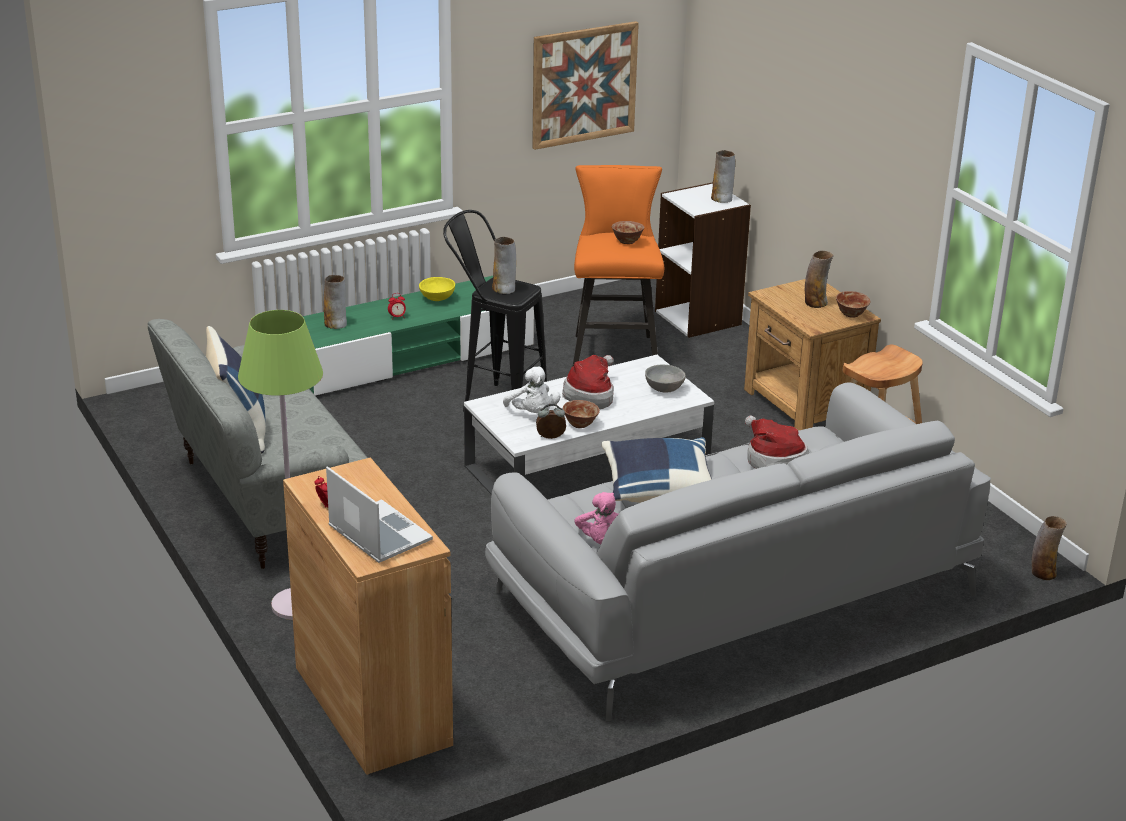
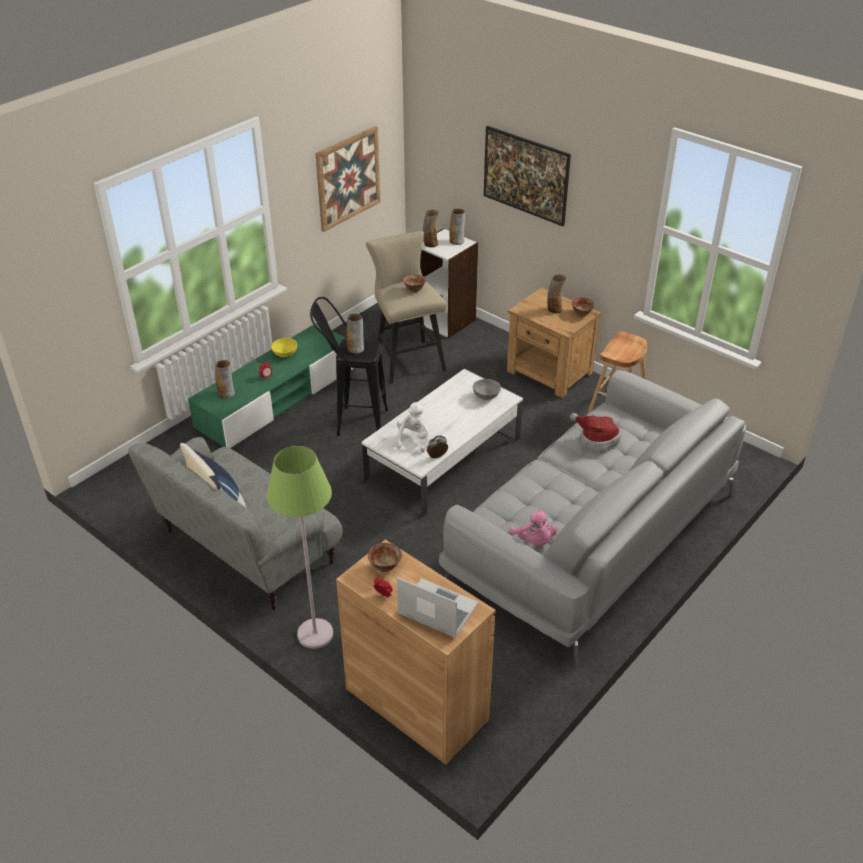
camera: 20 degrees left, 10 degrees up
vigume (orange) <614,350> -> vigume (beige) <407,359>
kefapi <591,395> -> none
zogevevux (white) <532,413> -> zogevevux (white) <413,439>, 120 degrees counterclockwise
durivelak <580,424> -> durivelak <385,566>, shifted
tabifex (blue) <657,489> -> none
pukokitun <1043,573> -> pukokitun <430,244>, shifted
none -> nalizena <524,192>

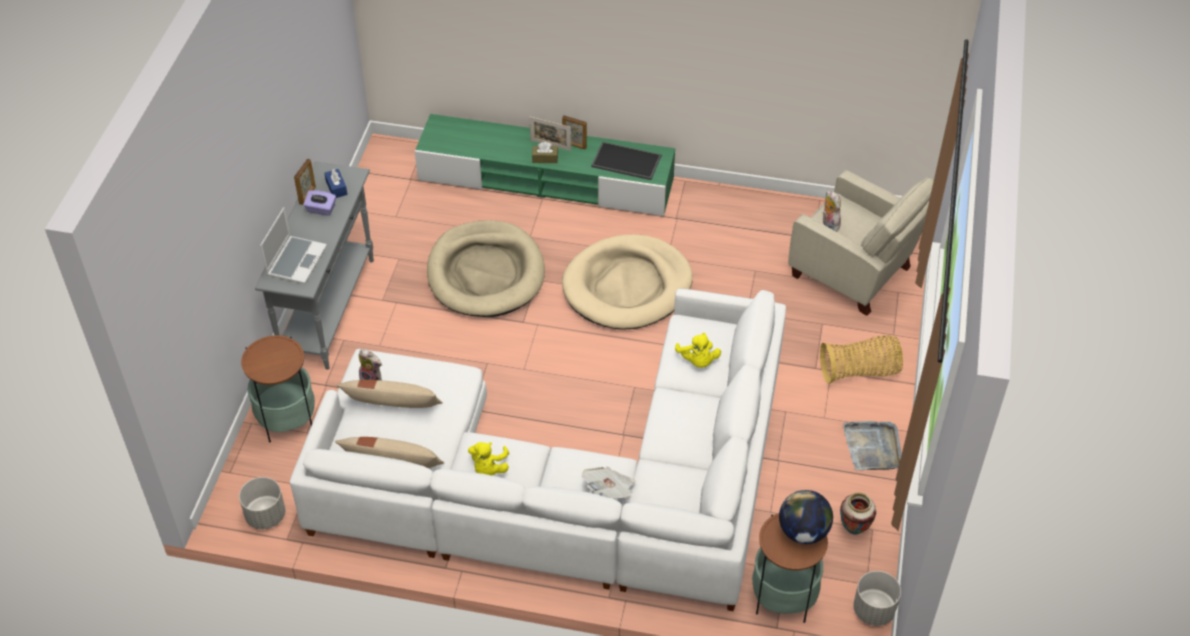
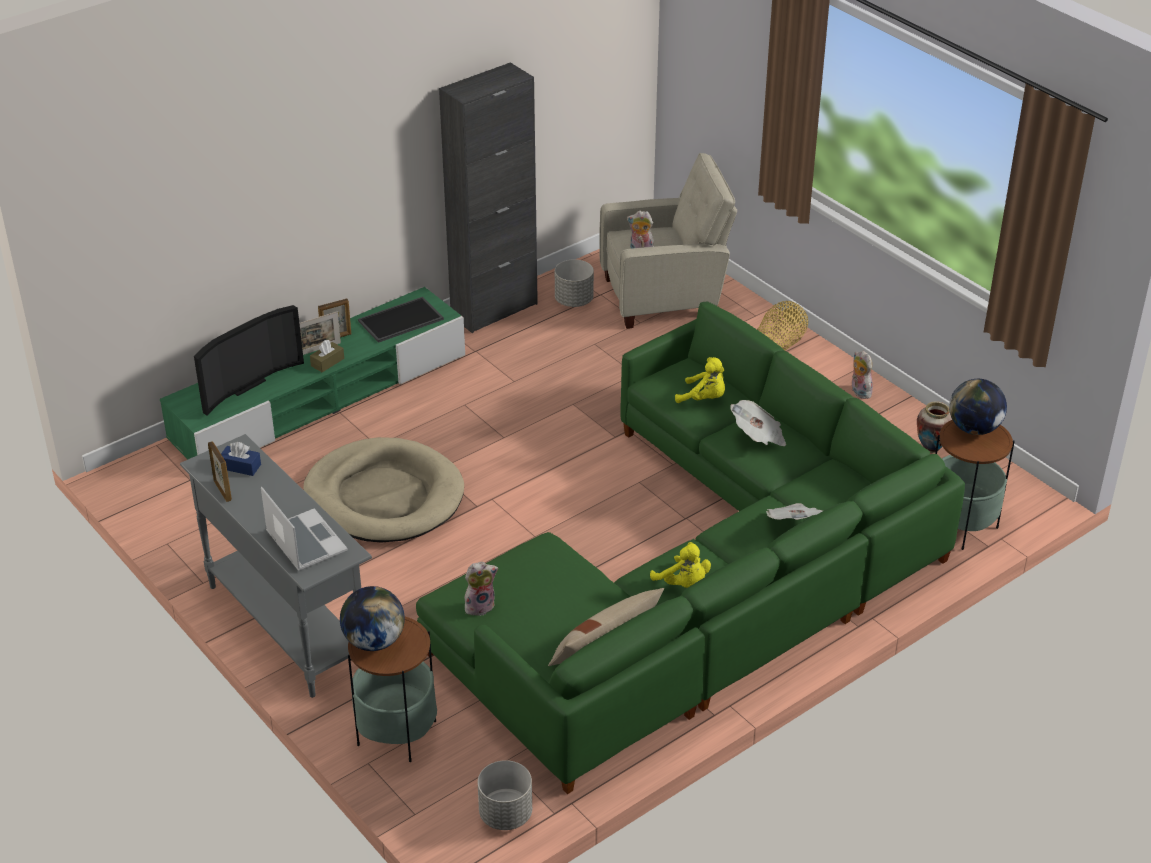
camera: 50 degrees left, 10 degrees down
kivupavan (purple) <321,209> -> none
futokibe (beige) <627,286> -> none
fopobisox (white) <565,483> -> fopobisox (green) <701,583>
tabifex (beige) <392,406> -> none
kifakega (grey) <873,447> -> zogevevux <859,392>
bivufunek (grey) <874,611> -> bivufunek (grey) <574,301>, shifted
none -> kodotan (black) <494,310>
none -> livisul <244,384>
none -> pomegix <758,436>
none -> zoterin <374,641>

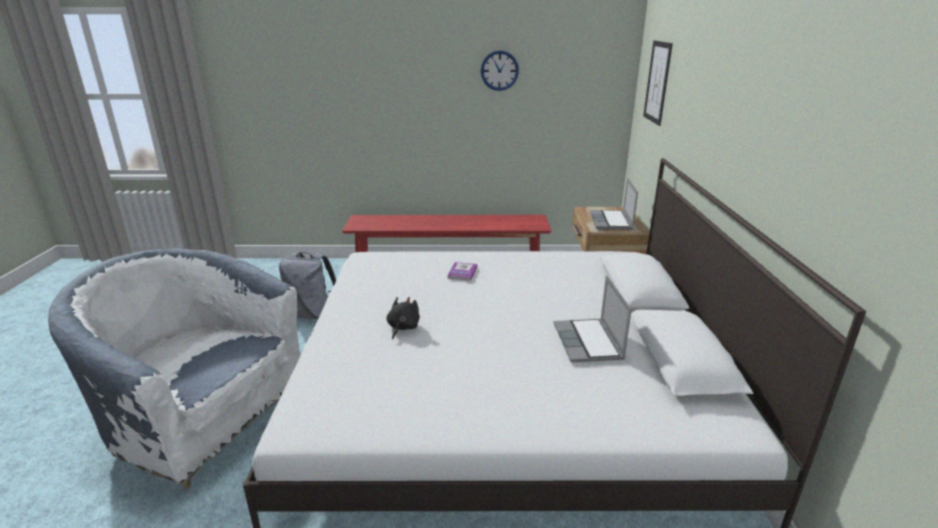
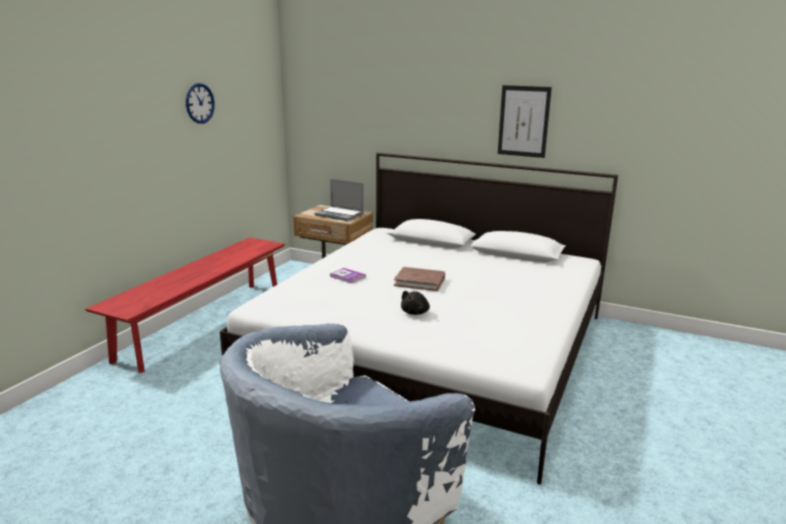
camera: 65 degrees left, 5 degrees down
nalizena <657,82> -> nalizena <523,121>, shifted
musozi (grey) <312,314> -> none
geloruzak <589,342> -> none
zogevevux (black) <402,328> -> zogevevux (black) <415,312>, 105 degrees counterclockwise
none -> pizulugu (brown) <420,281>

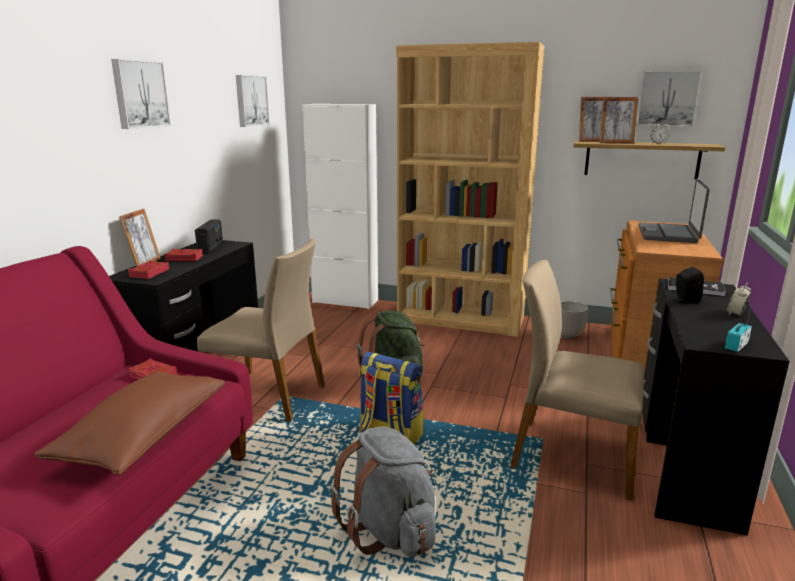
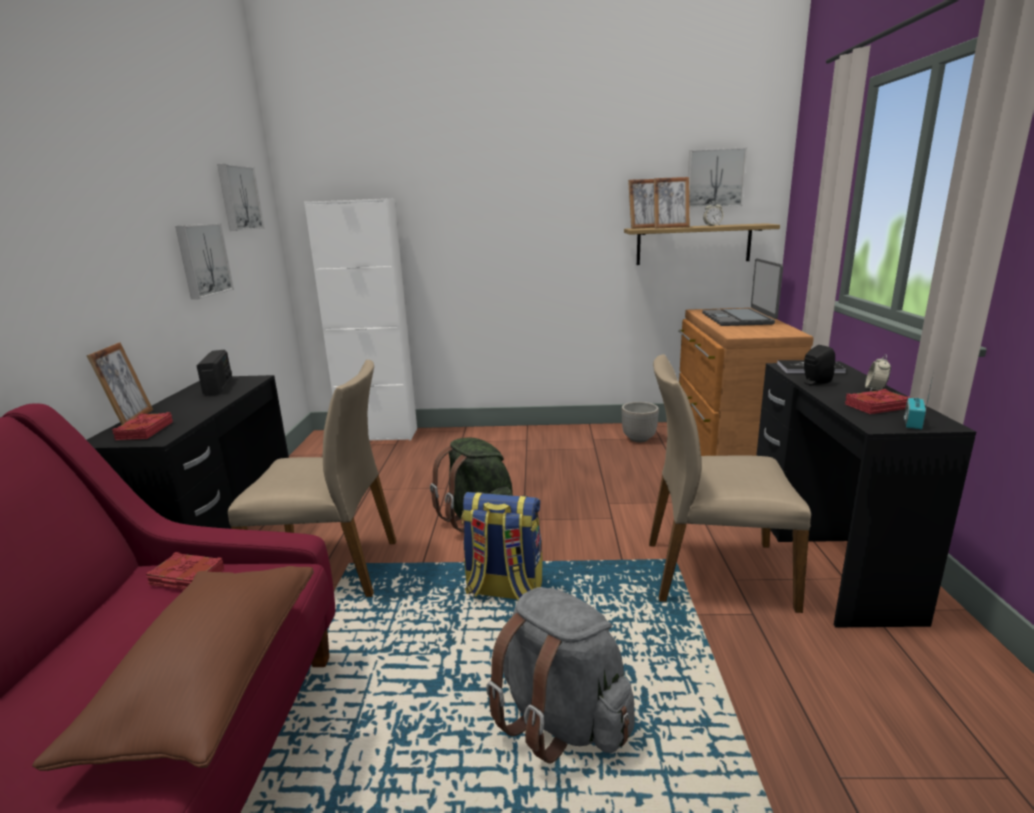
camera: 15 degrees left, 0 degrees up
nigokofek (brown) <461,319> -> none
nalizena <139,94> -> nalizena <202,260>, shifted
pizulugu (red) <184,258> -> pizulugu (red) <875,406>, shifted

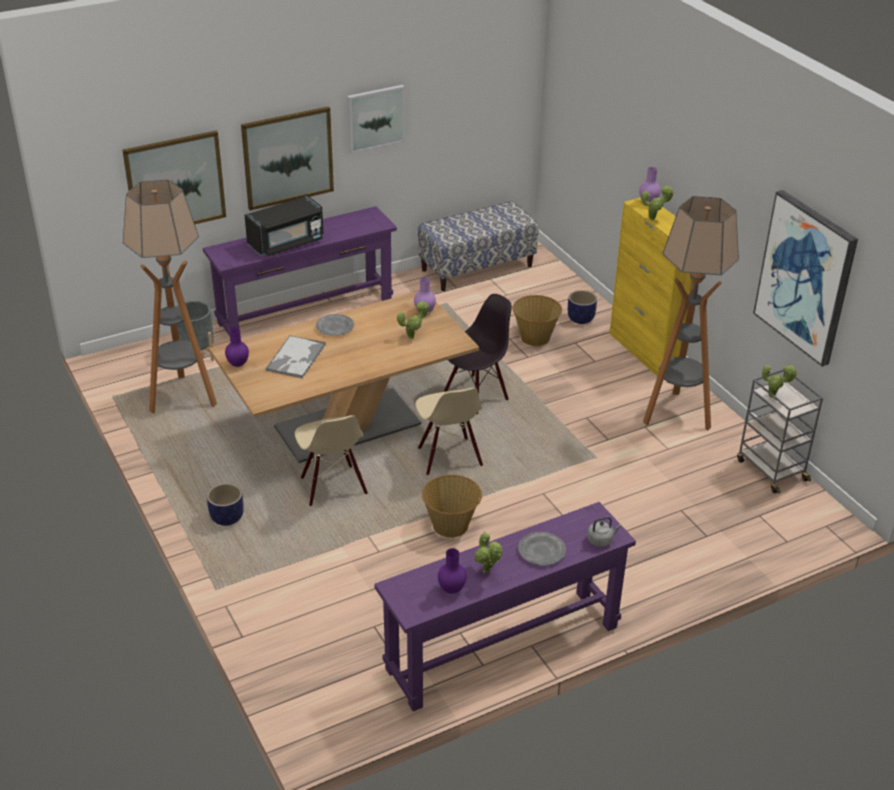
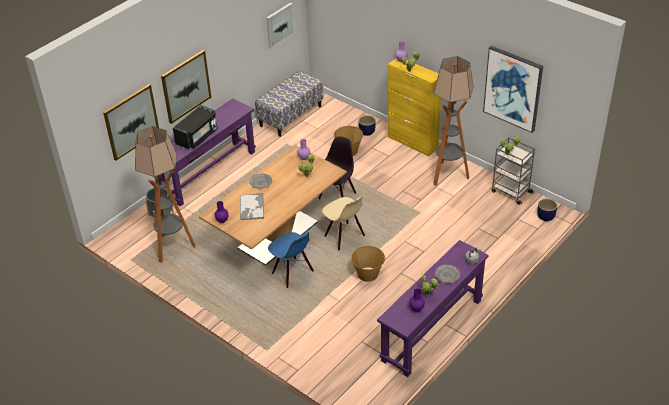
camera: 20 degrees left, 5 degrees up
nalizena <375,118> -> nalizena <279,25>, shifted
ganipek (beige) <332,486> -> ganipek (blue) <292,273>
bivufunek <227,517> -> bivufunek <545,216>, shifted

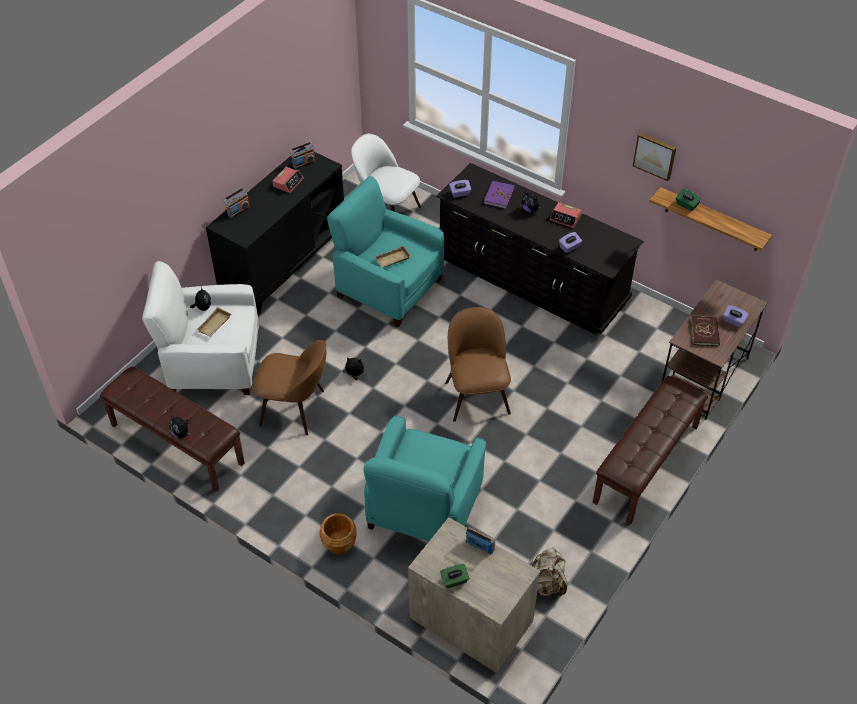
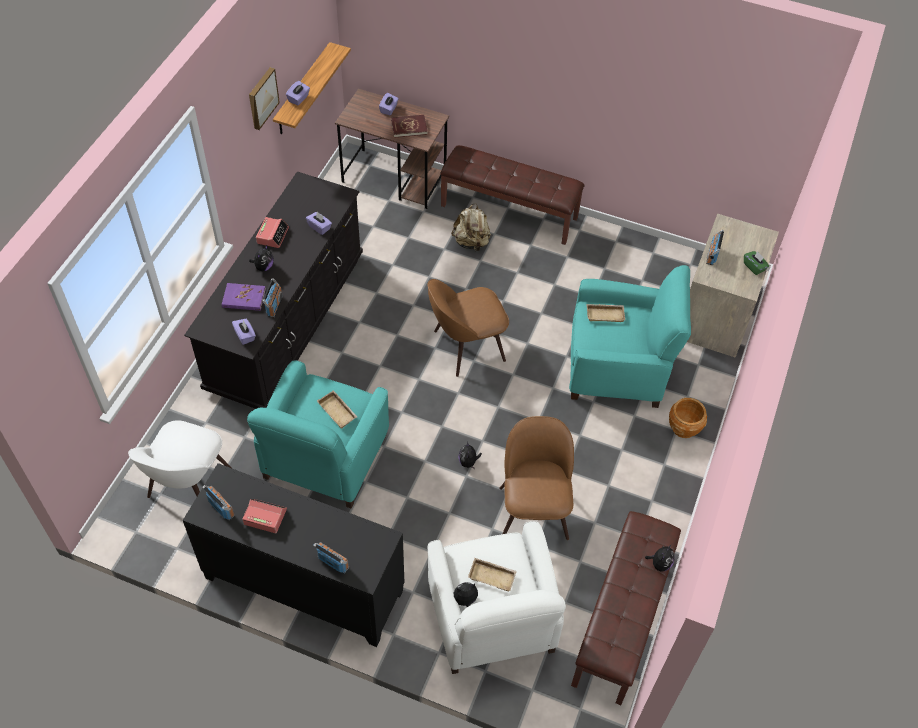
camera: 105 degrees left, 5 degrees up
kivupavan (green) <686,205> -> kivupavan (purple) <299,99>
musozi (beige) <546,584> -> musozi (beige) <471,242>, shifted
none -> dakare <274,306>
none -> kifakega (beige) <605,314>

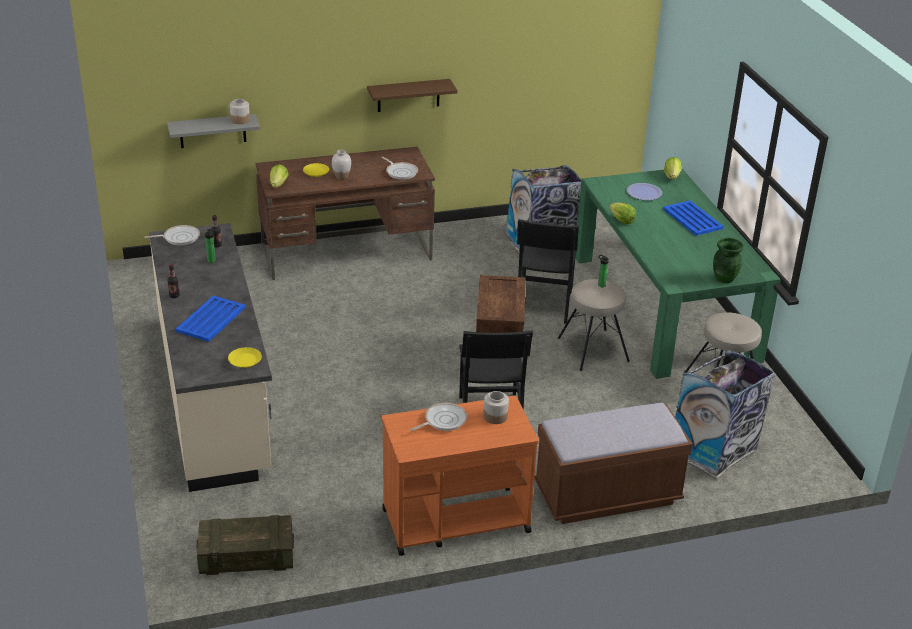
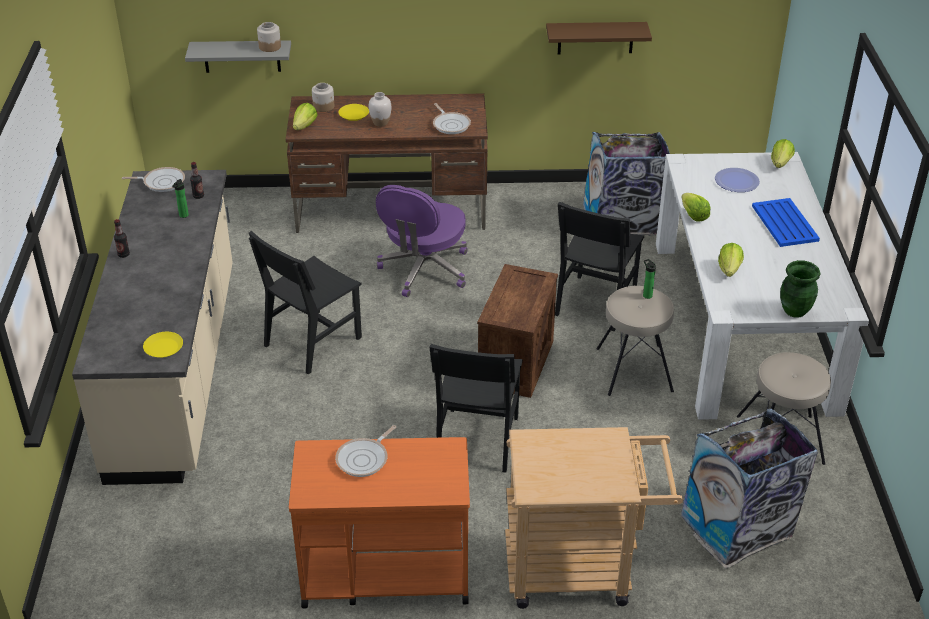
camera: 15 degrees right, 5 degrees up
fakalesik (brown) <408,95> -> fakalesik (brown) <595,37>, shifted
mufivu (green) <663,306> -> mufivu (white) <742,323>
kifakega (blue) <211,319> -> none
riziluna <495,416> -> riziluna <324,106>, shifted
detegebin <443,420> -> detegebin <364,459>, 150 degrees clockwise
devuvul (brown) <607,495> -> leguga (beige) <580,569>
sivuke <247,557> -> none
none -> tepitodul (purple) <424,270>
none -> ganipek (black) <312,341>
none -> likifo <729,270>

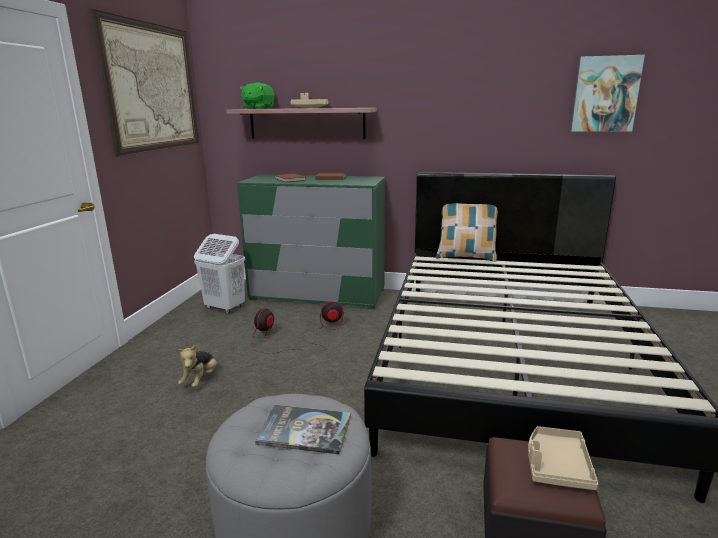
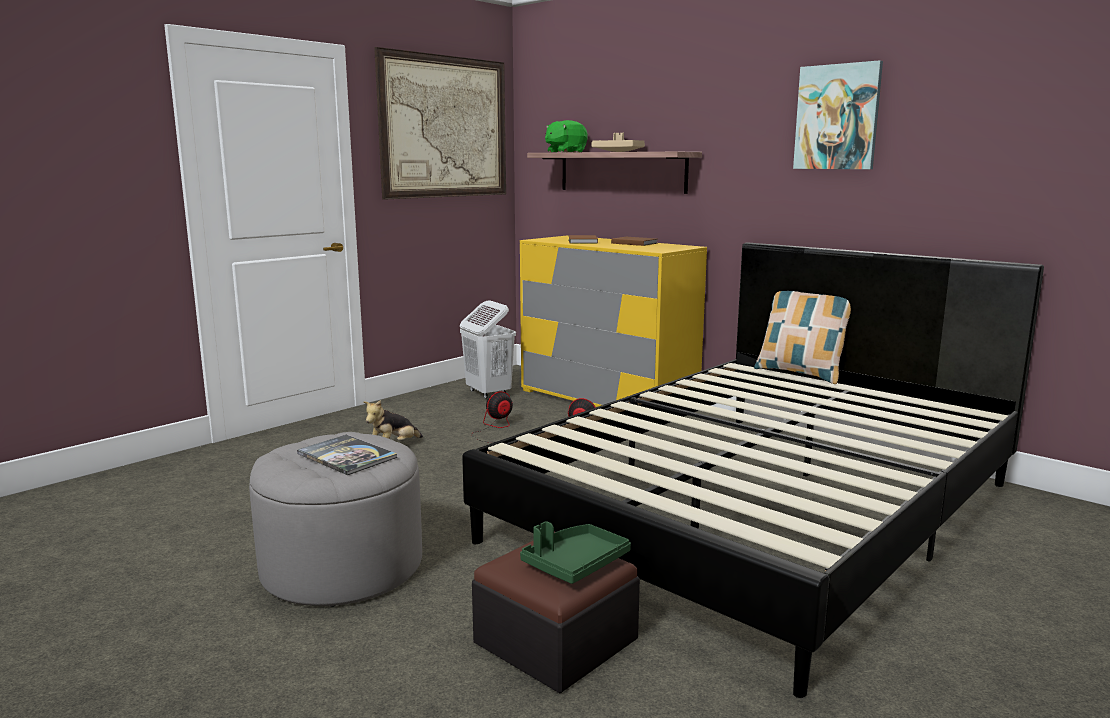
camera: 30 degrees right, 5 degrees down
nalizena <605,94> -> nalizena <837,117>, shifted
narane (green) <317,294> -> narane (yellow) <607,399>
kifakega (beige) <557,466> -> kifakega (green) <575,564>

